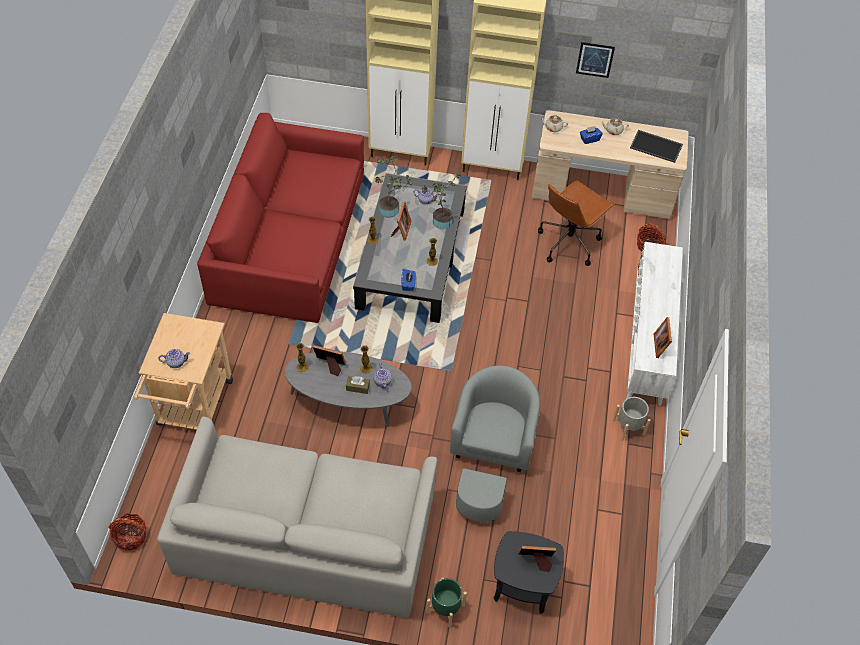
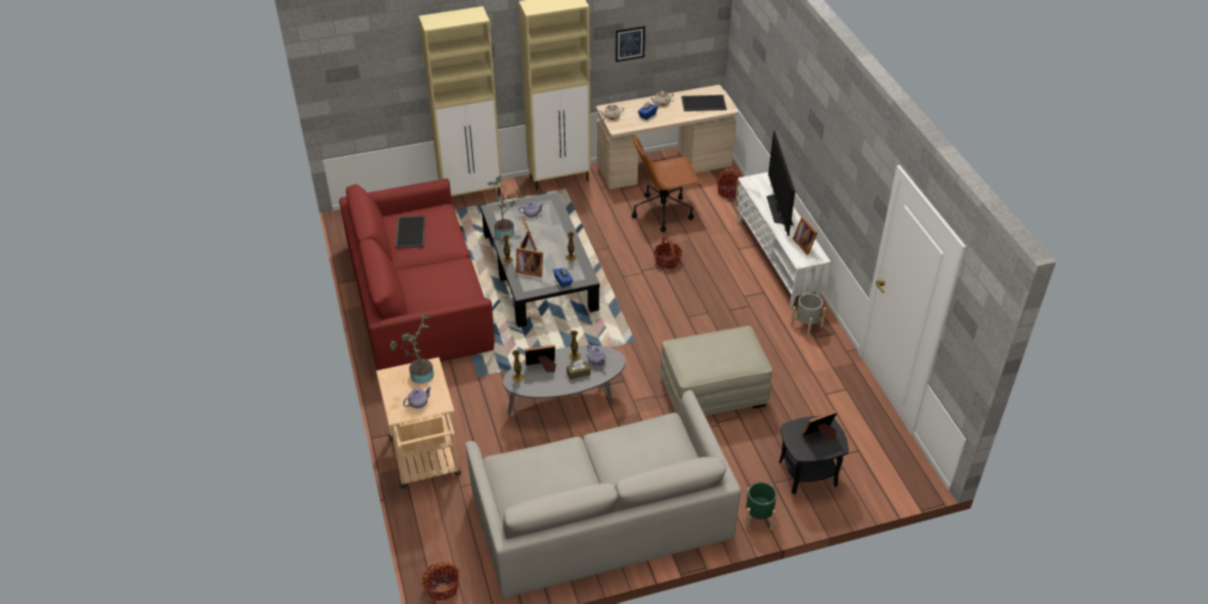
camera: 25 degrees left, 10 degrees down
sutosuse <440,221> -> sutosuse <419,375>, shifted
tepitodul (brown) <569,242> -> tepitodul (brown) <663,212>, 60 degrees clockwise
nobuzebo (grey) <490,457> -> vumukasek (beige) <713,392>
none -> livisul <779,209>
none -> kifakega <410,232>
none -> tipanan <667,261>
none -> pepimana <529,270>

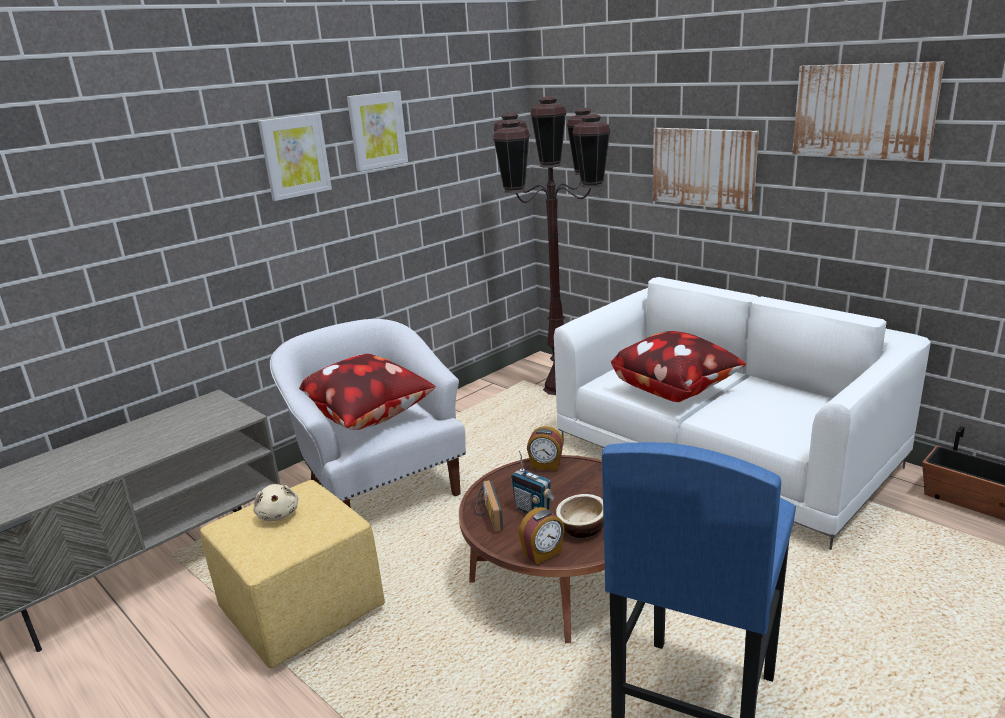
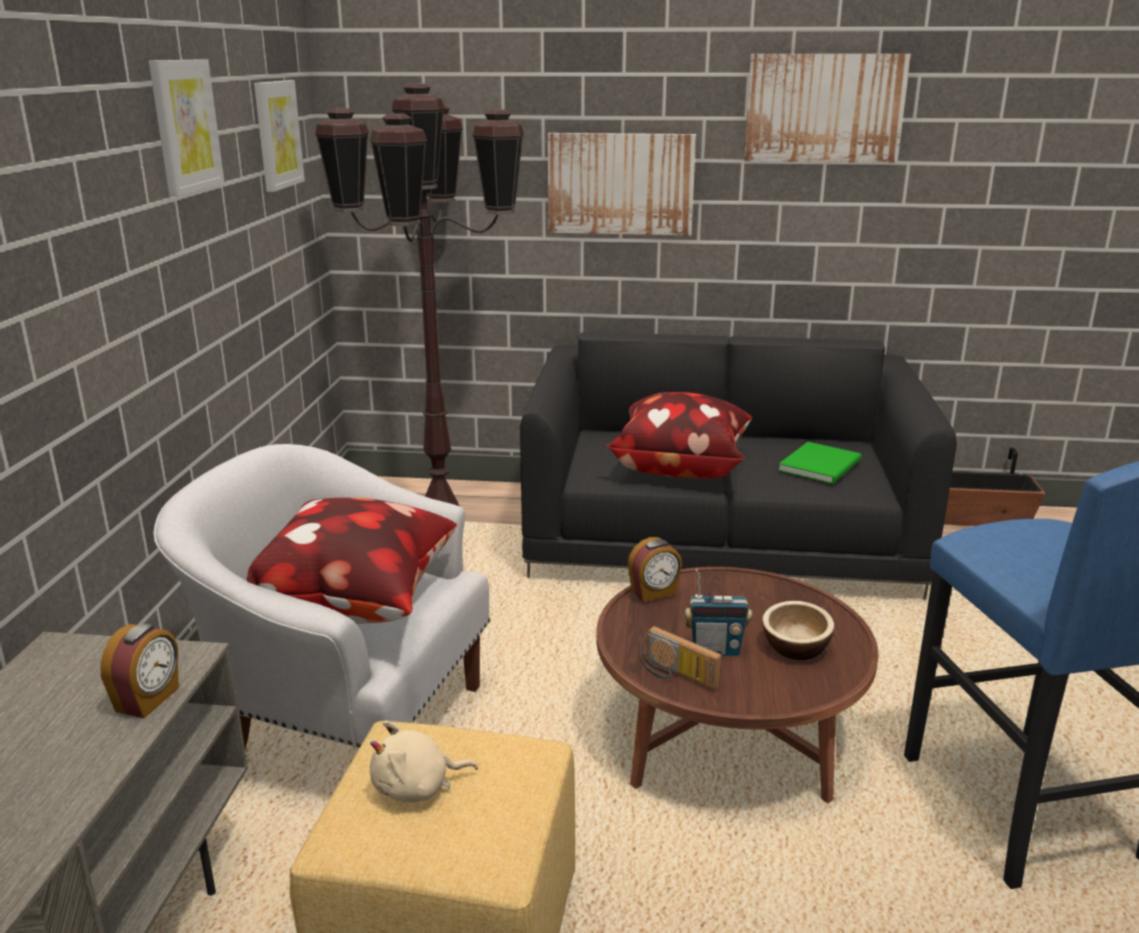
camera: 40 degrees left, 0 degrees up
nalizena <295,156> -> nalizena <277,135>, shifted
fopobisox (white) <725,454> -> fopobisox (black) <720,538>
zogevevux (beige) <278,514> -> zogevevux (beige) <416,788>, 135 degrees clockwise
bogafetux <543,553> -> bogafetux <149,700>, shifted
none -> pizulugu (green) <822,465>

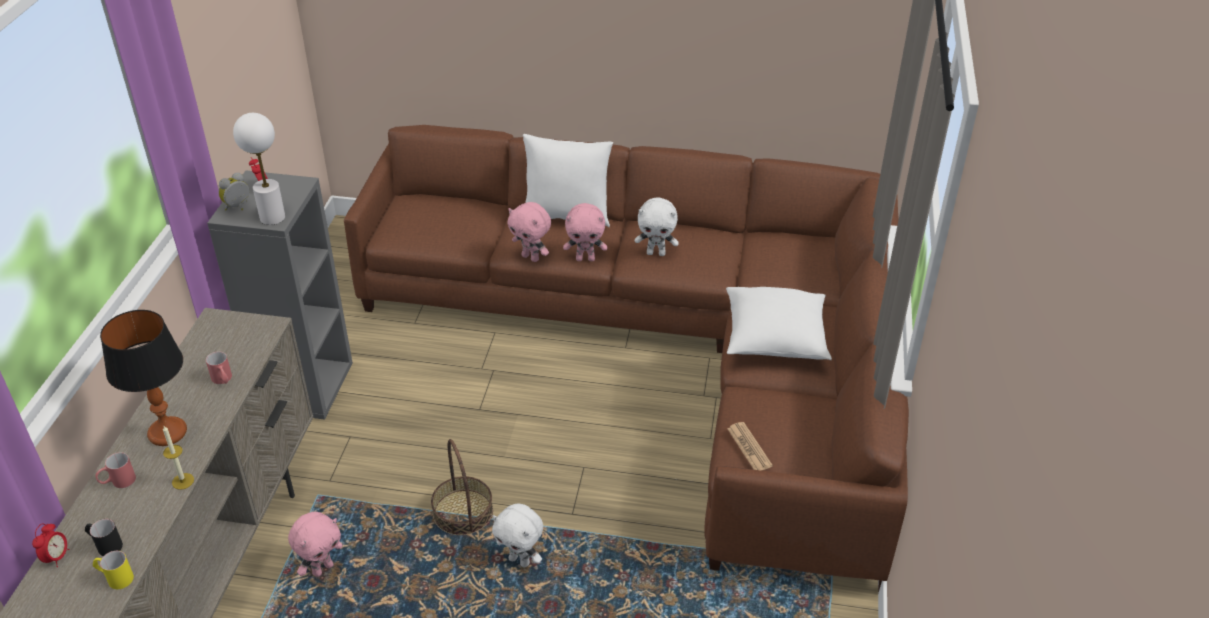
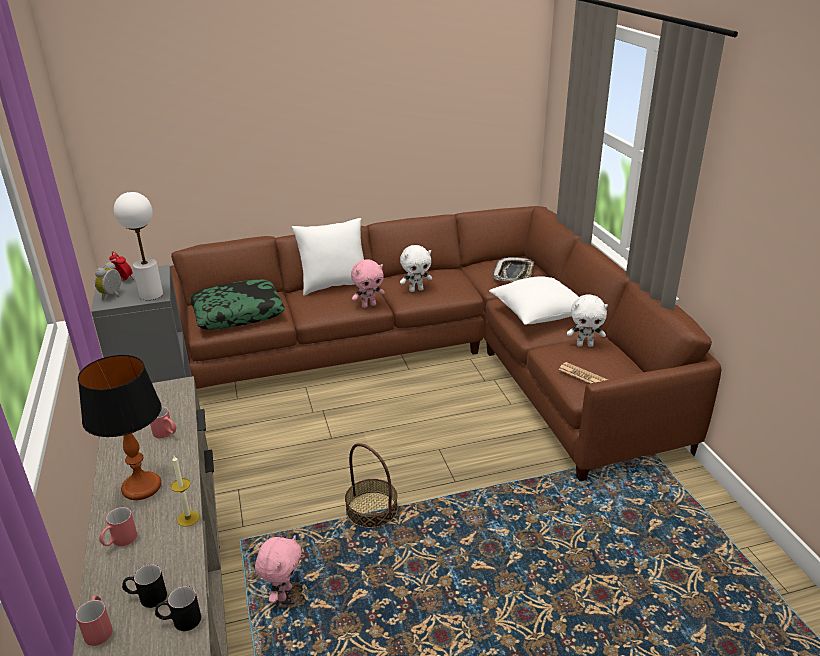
camera: 25 degrees left, 10 degrees down
zogevevux (pink) <531,257> -> none
zogevevux (white) <520,560> -> zogevevux (white) <585,345>, shifted
bogafetux <57,557> -> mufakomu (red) <99,628>
mufakomu (yellow) <115,578> -> mufakomu (black) <180,621>
none -> kifakega <514,273>
none -> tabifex <238,313>

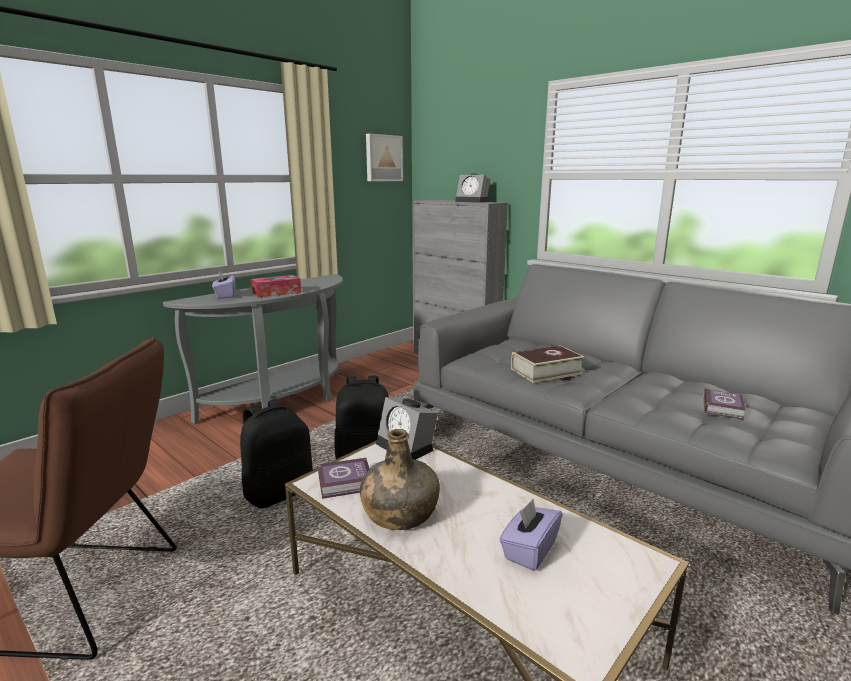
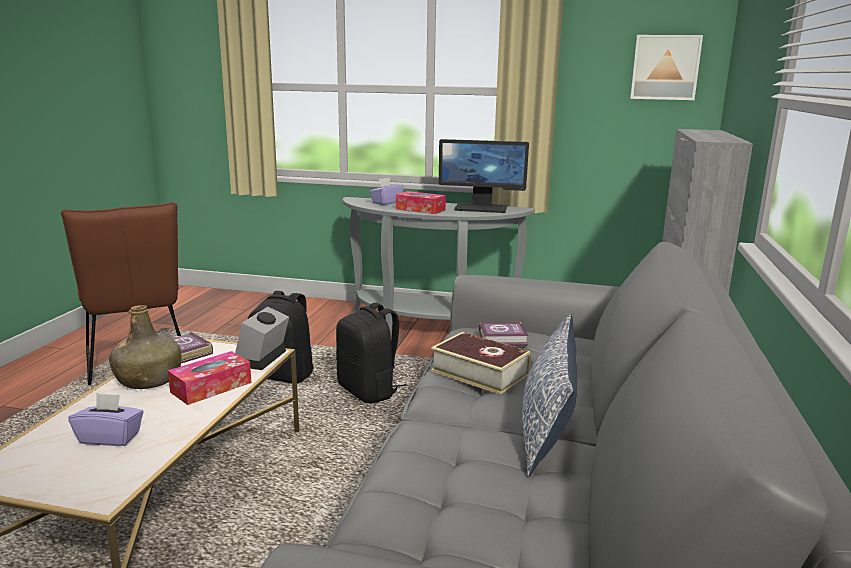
camera: 60 degrees right, 0 degrees up
bogafetux <473,201> -> none
pizulugu <723,408> -> pizulugu <504,339>, shifted
none -> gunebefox <481,208>
none -> tabifex <547,423>
none -> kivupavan <211,387>

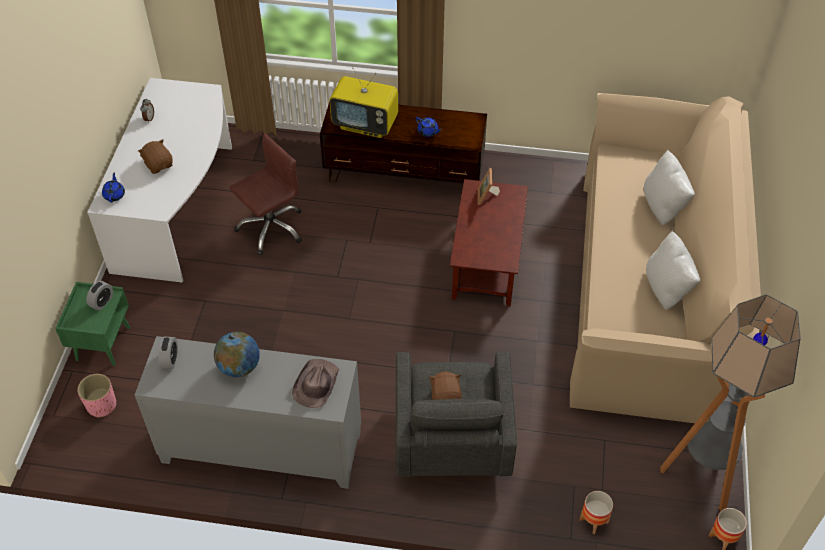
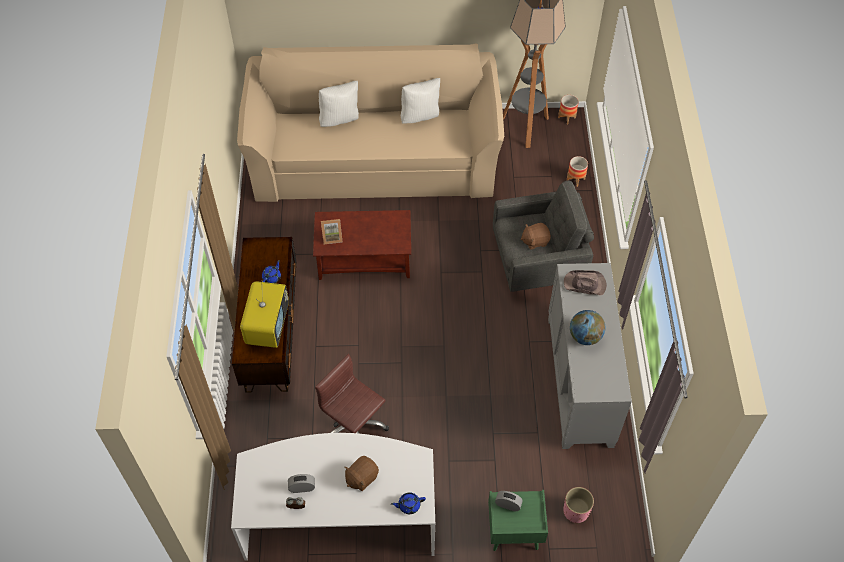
camera: 100 degrees left, 5 degrees up
bogafetux <170,359> -> bogafetux <302,487>, shifted

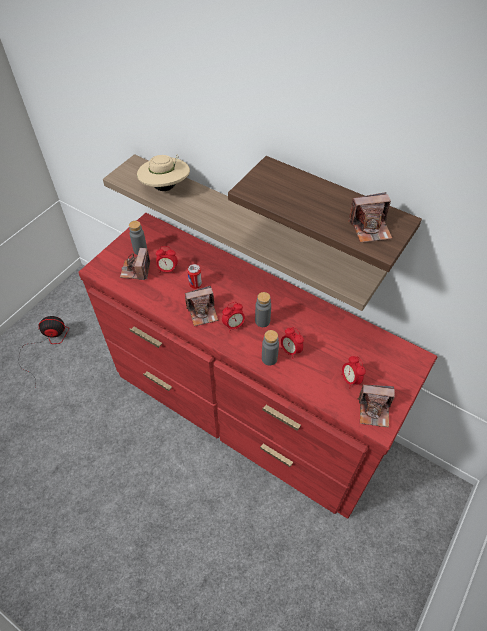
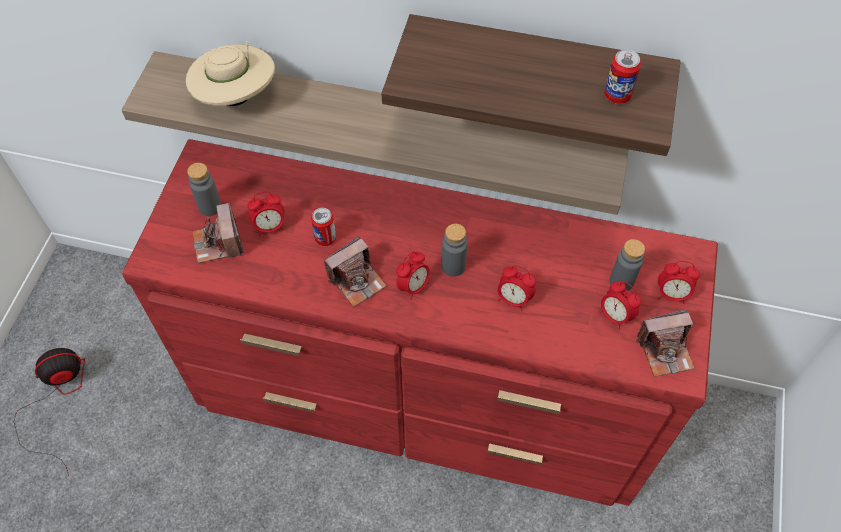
camera: 20 degrees left, 5 degrees up
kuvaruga <370,228> -> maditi <617,95>
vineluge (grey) <269,358> -> vineluge (grey) <621,281>, shifted
none -> bogafetux <671,294>

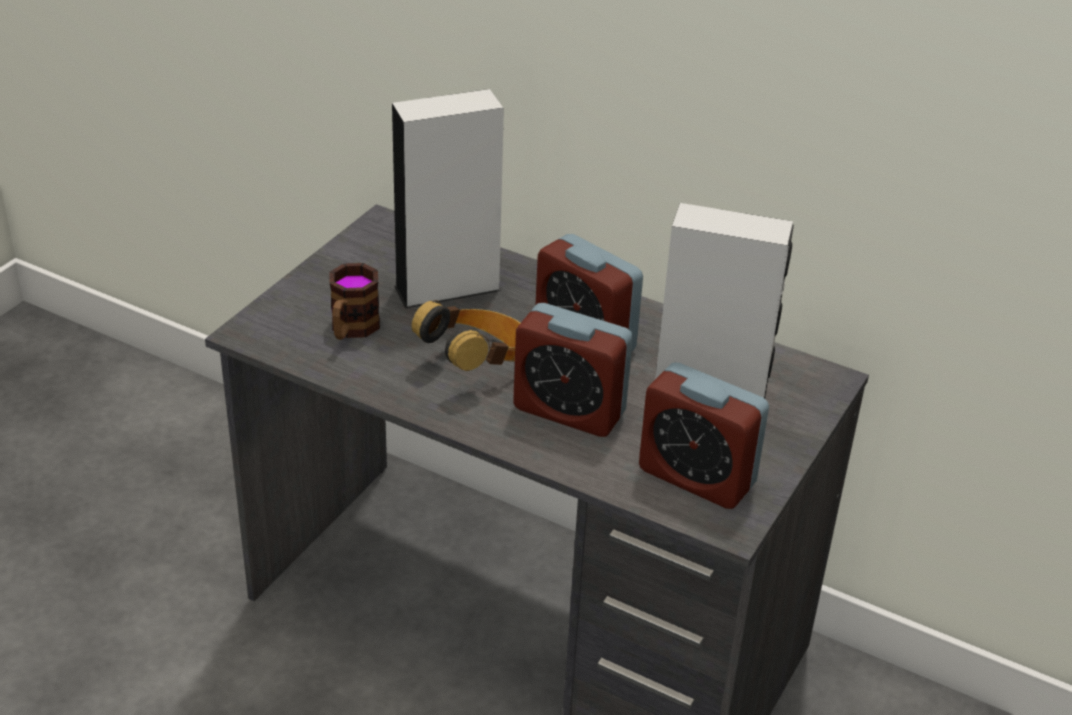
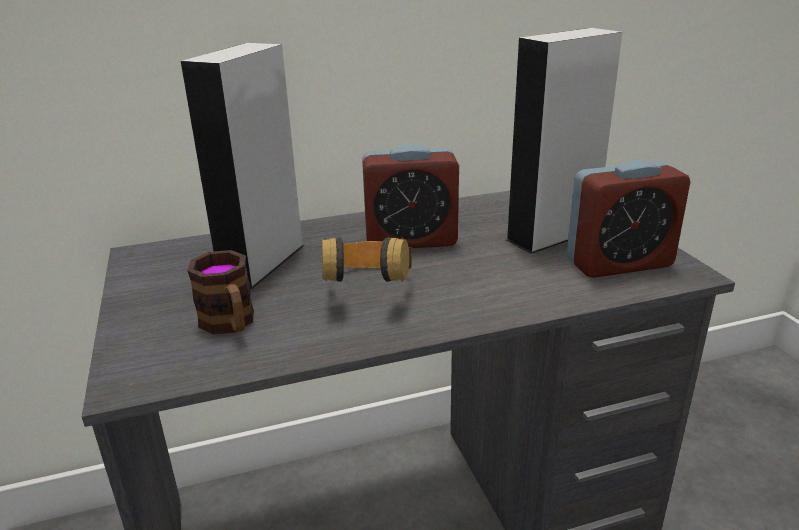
camera: 45 degrees left, 10 degrees down
bogafetux <569,411> -> none

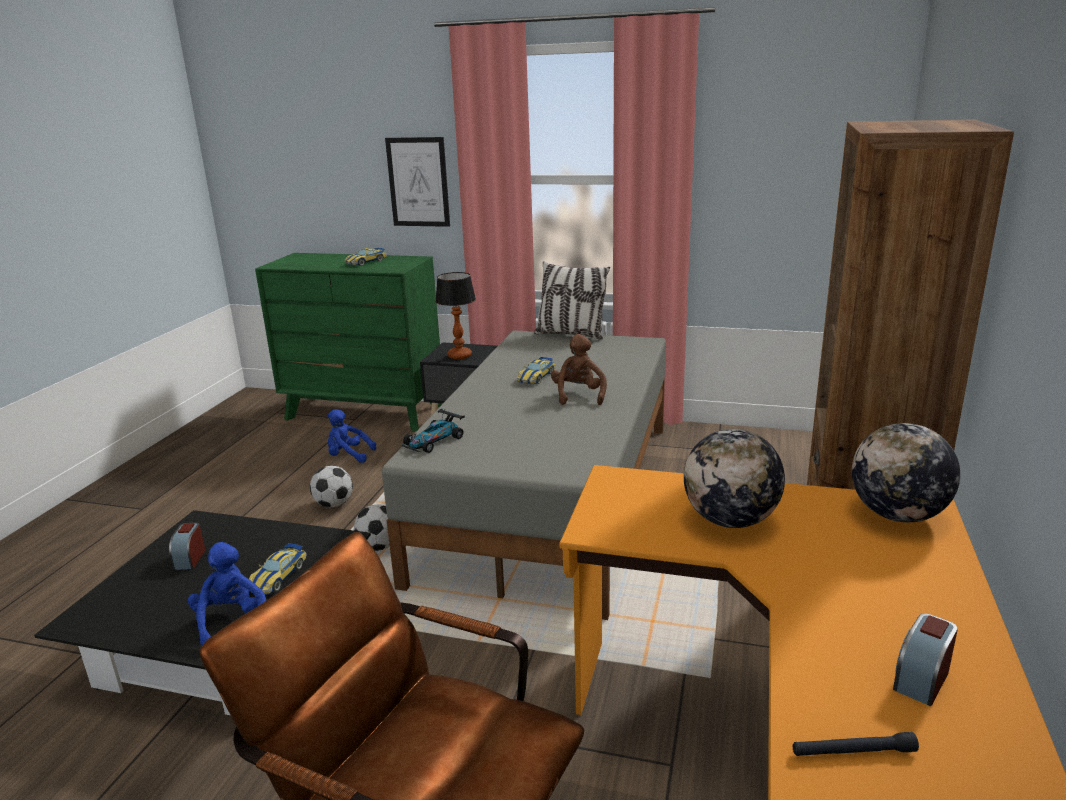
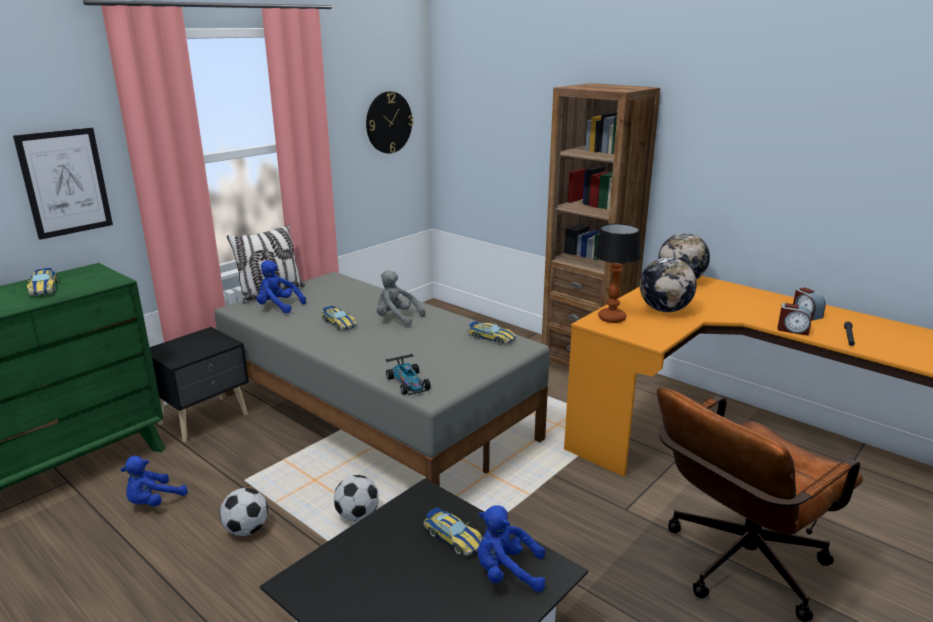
camera: 65 degrees left, 0 degrees up
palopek <460,356> -> palopek <612,318>, shifted
zogevevux (brown) <578,395> -> zogevevux (grey) <397,319>
bogafetux <190,559> -> bogafetux <792,330>, shifted
none -> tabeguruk <388,122>
none -> zogevevux (blue) <278,307>
none -> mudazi <491,338>

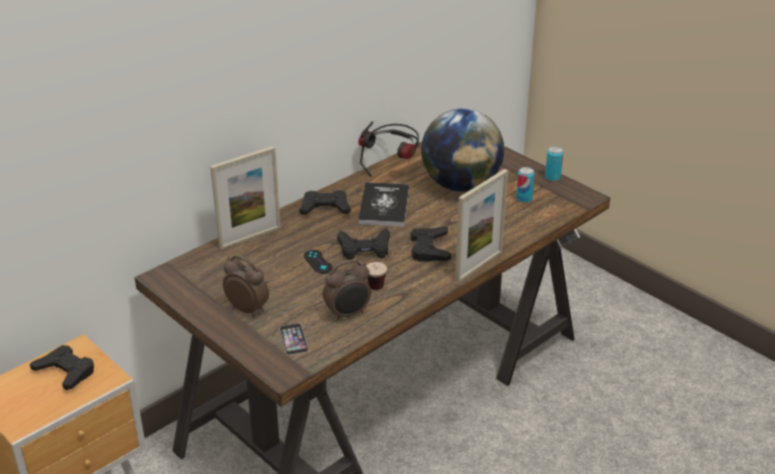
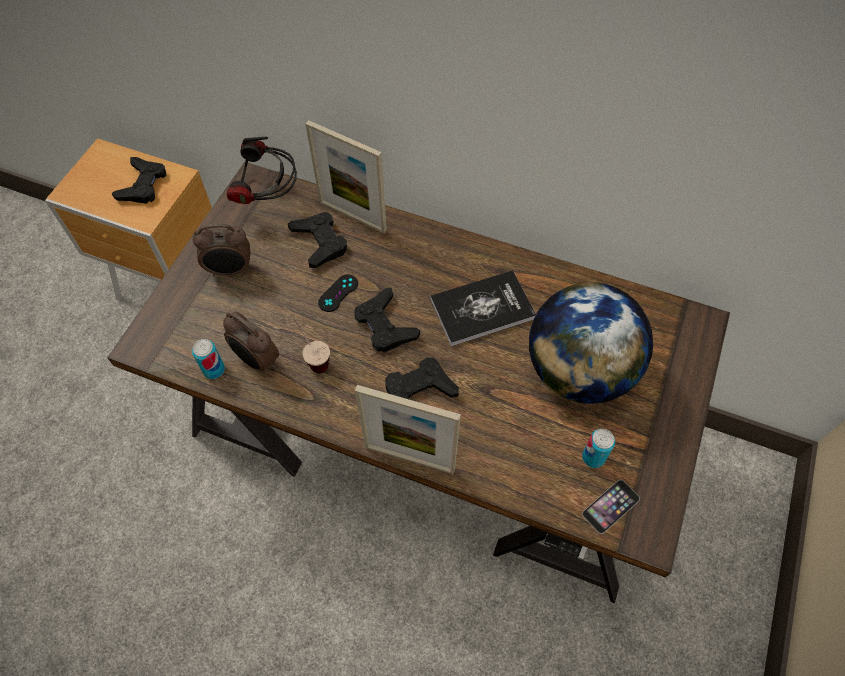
camera: 65 degrees right, 25 degrees up
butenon <392,168> -> butenon <268,200>, shifted
maditi <552,177> -> maditi <214,370>, shifted
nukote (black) <325,208> -> nukote (black) <320,242>, shifted
bogafetux <248,309> -> bogafetux <230,270>, 75 degrees clockwise
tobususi <293,339> -> tobususi <611,506>, shifted

